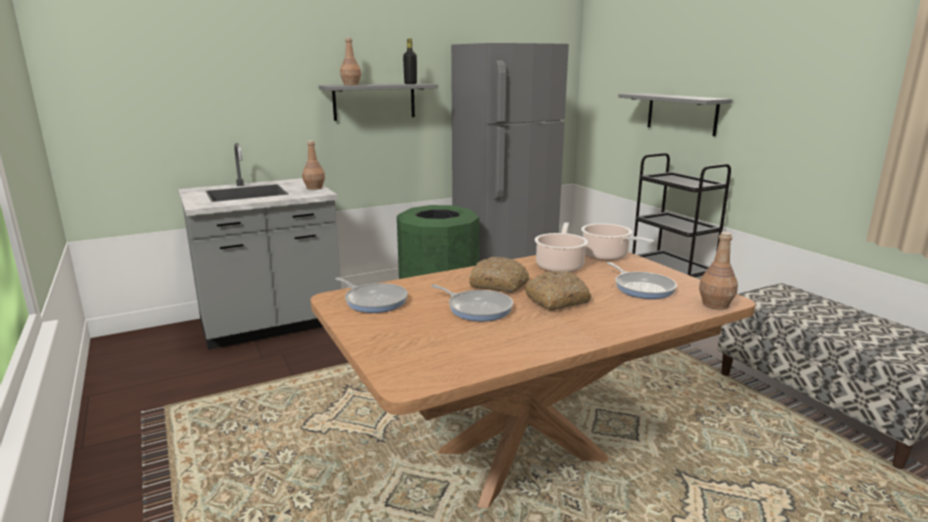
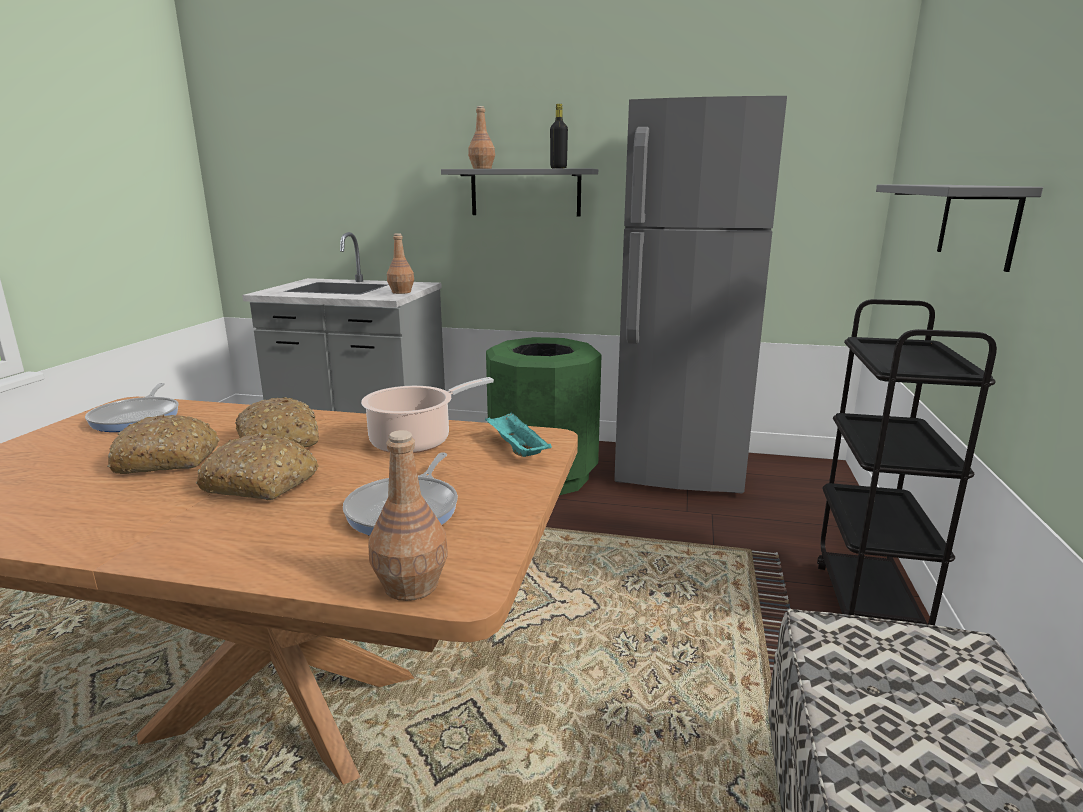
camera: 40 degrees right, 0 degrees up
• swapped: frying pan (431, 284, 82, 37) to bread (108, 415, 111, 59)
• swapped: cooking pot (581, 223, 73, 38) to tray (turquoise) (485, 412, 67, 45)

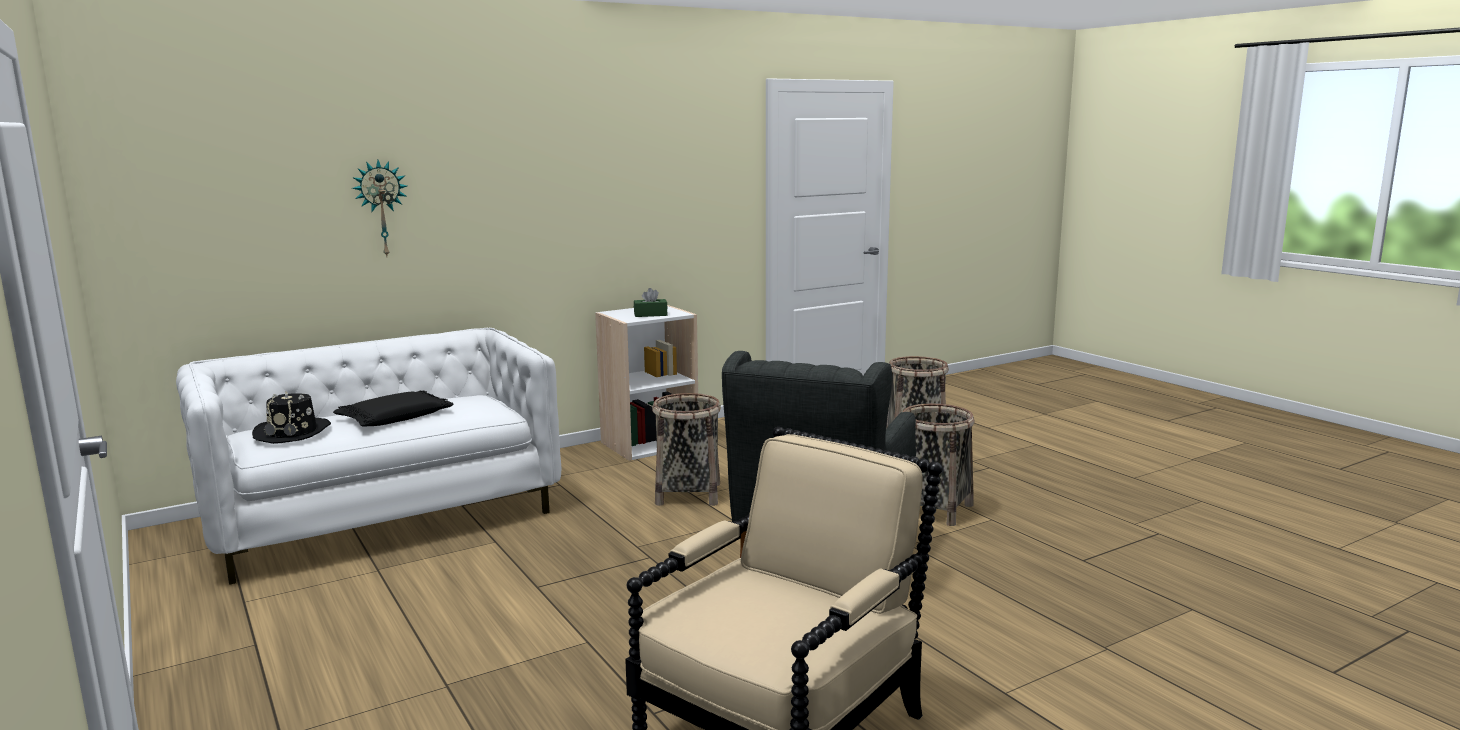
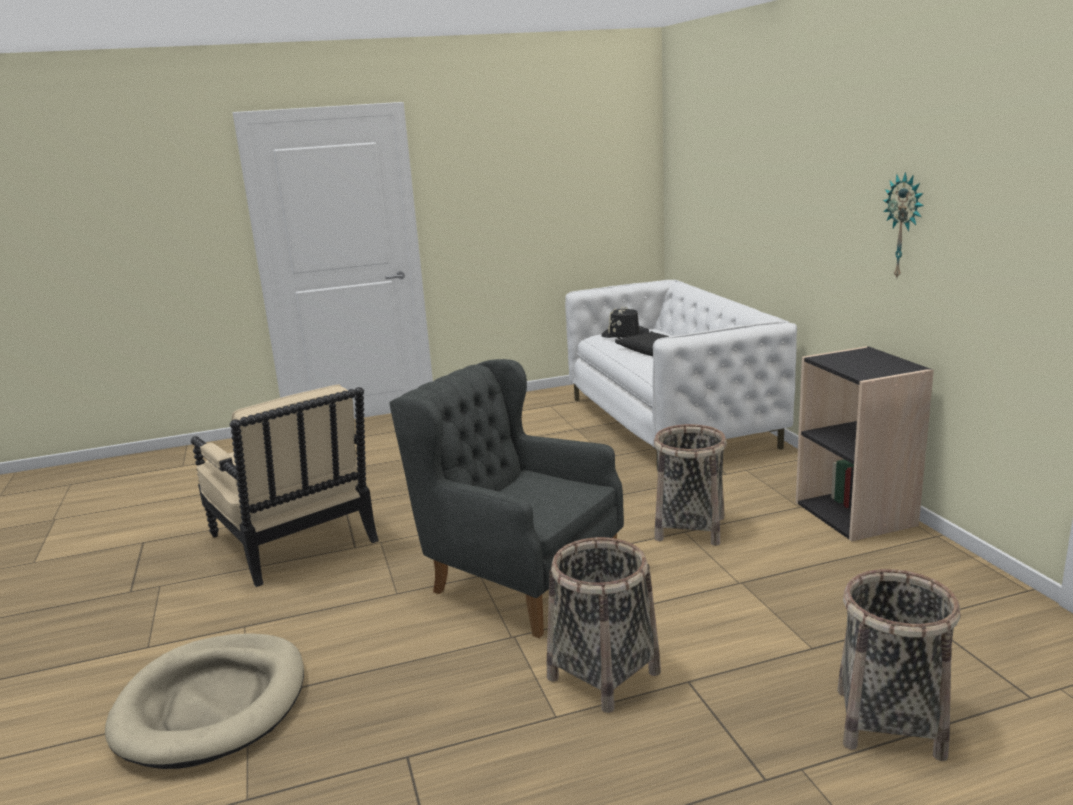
camera: 105 degrees right, 5 degrees up
• gone: tissue box (green) (634, 288, 34, 29)
• new: dog bed (beige) (105, 633, 199, 136)
• shifted: wall clock (352, 160, 55, 96) to (883, 172, 41, 108)
• repainted: bookcase (white) (595, 305, 103, 156) to bookcase (black) (796, 346, 138, 195)

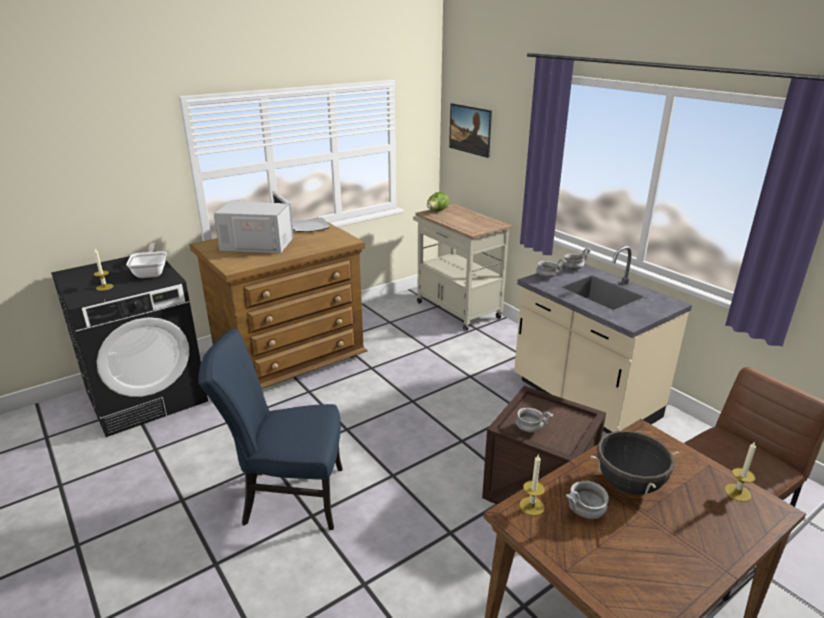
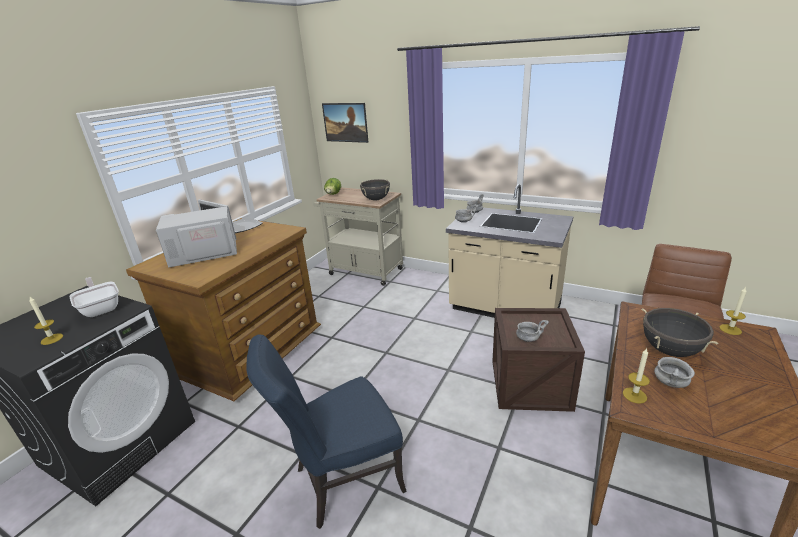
camera: 25 degrees left, 0 degrees up
• new: cooking pot (black) (360, 179, 30, 21)

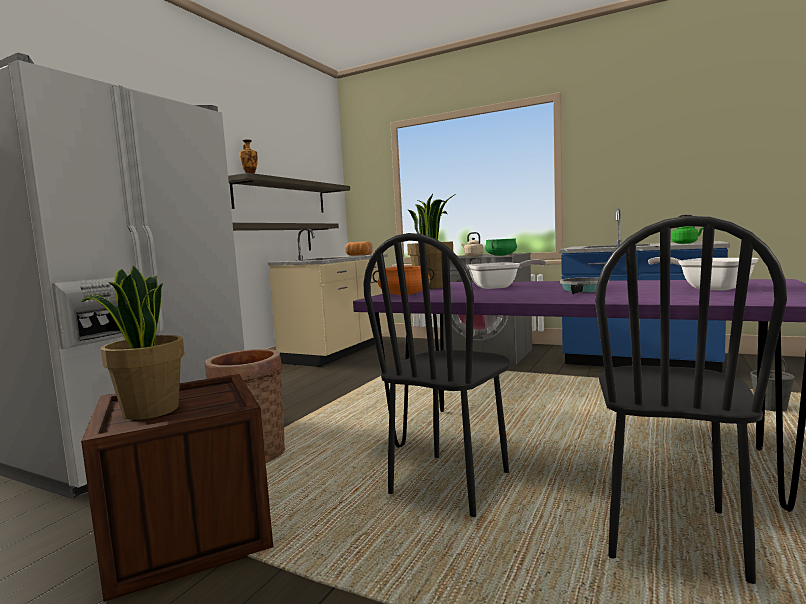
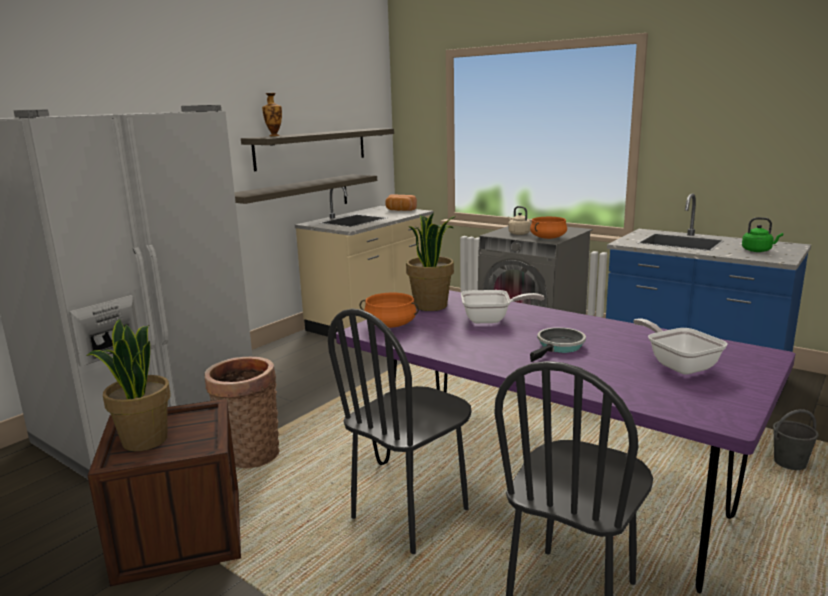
camera: 10 degrees right, 10 degrees up
• repainted: cooking pot (green) (485, 239, 32, 17) to cooking pot (orange) (530, 217, 37, 22)

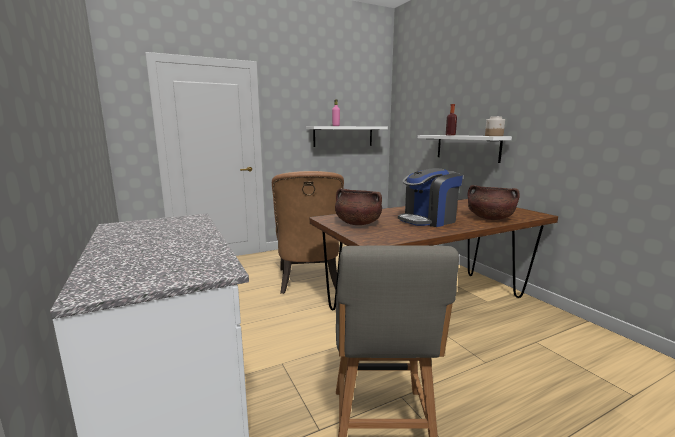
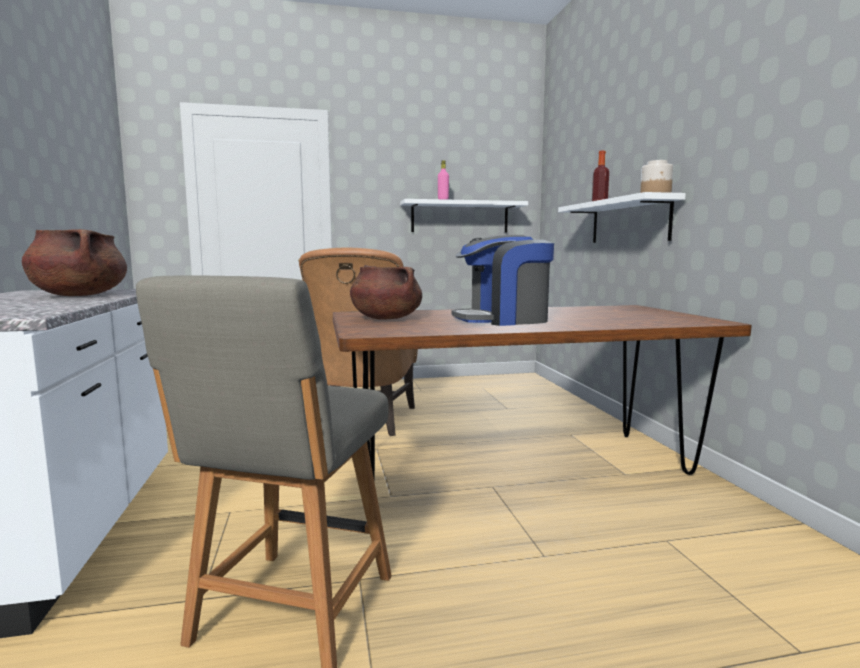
camera: 15 degrees right, 5 degrees down
• shifted: cooking pot (brown) (467, 185, 53, 35) to (22, 229, 105, 67)

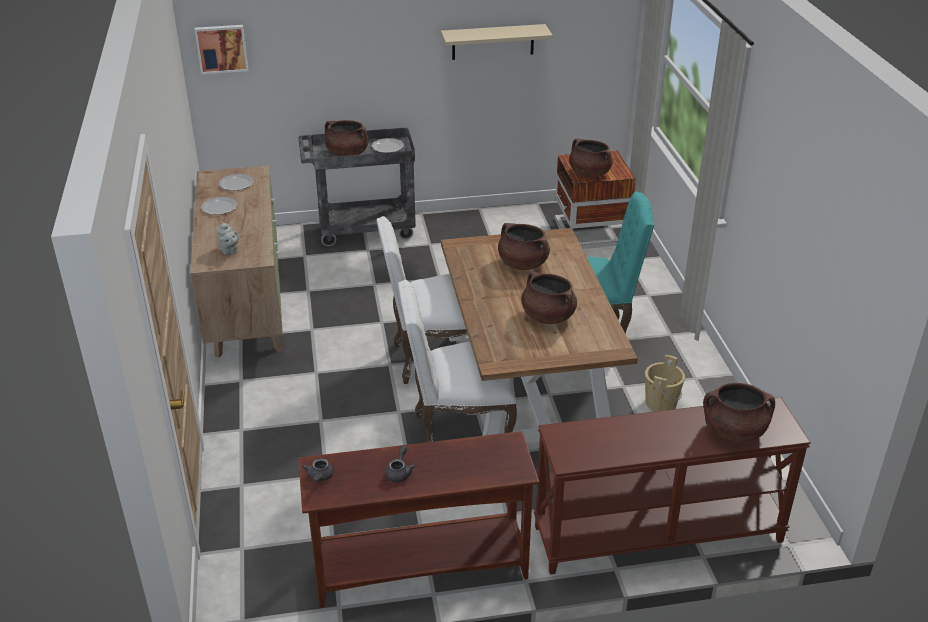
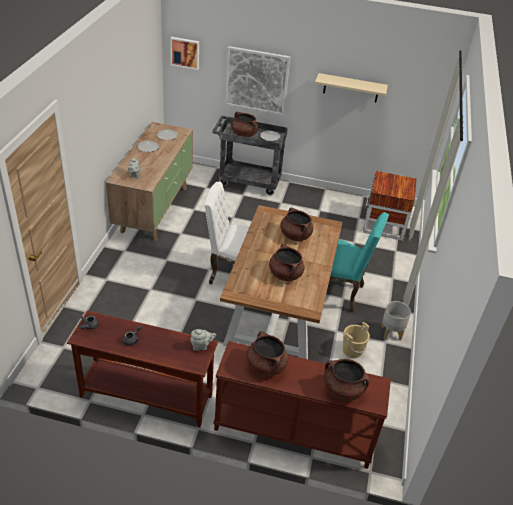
camera: 20 degrees right, 5 degrees up
• gone: chair (white) (398, 280, 119, 162)
• new: teapot (grey) (190, 329, 26, 22)
• new: picture (225, 46, 65, 70)
• new: planter (grey) (382, 301, 29, 39)
• shifted: cooking pot (brown) (569, 139, 44, 39) to (247, 331, 41, 45)

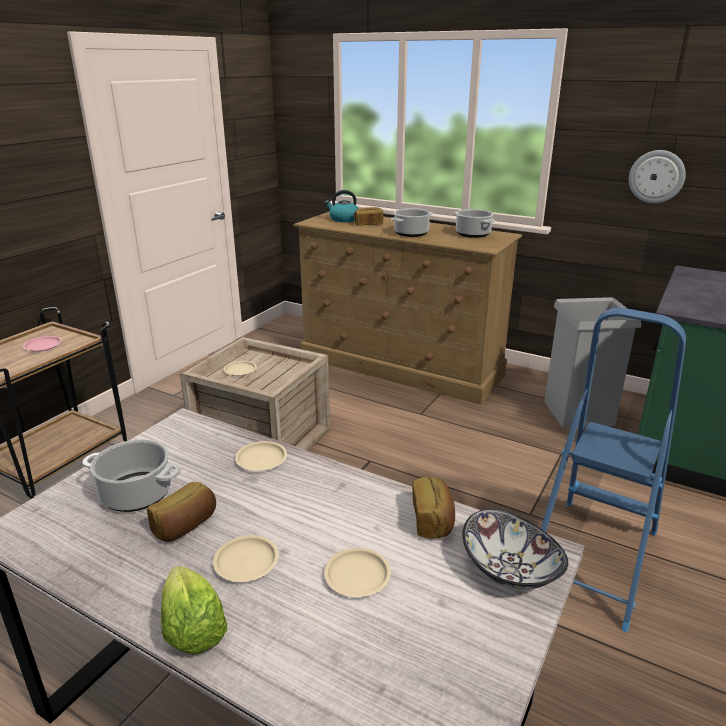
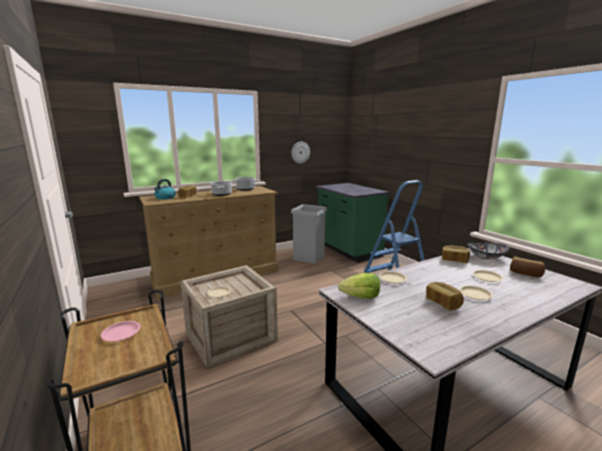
camera: 60 degrees left, 10 degrees down
• gone: cooking pot (82, 439, 99, 73)
• new: bread (510, 257, 35, 20)
• shifted: lettuce (161, 566, 67, 89) to (338, 273, 42, 25)

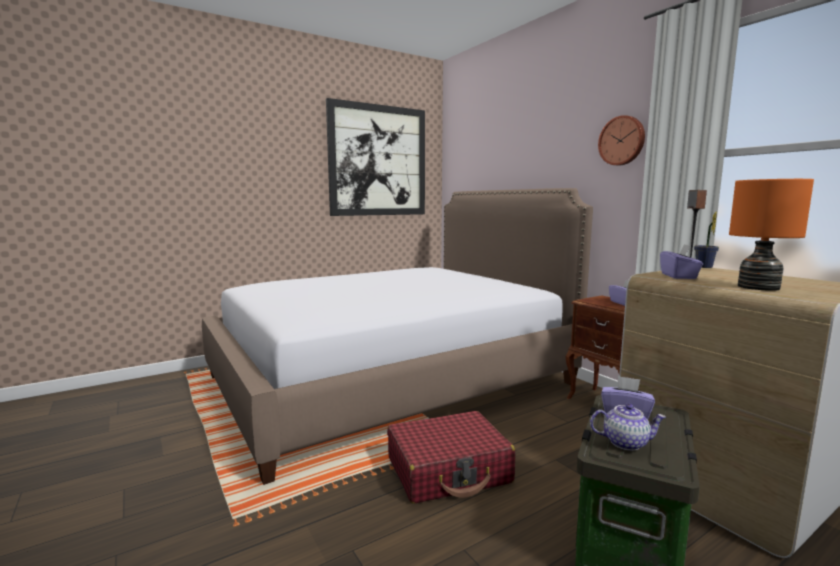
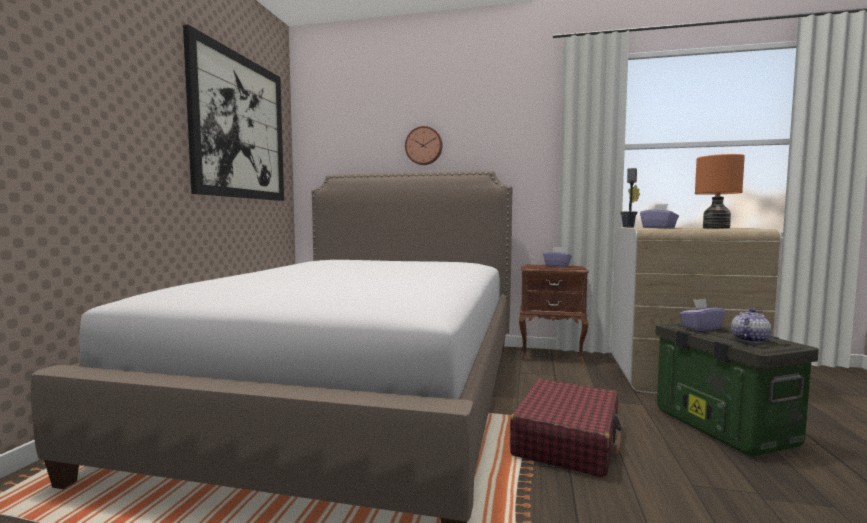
camera: 45 degrees left, 5 degrees down
• shifted: wall clock (598, 115, 47, 51) to (405, 126, 38, 39)

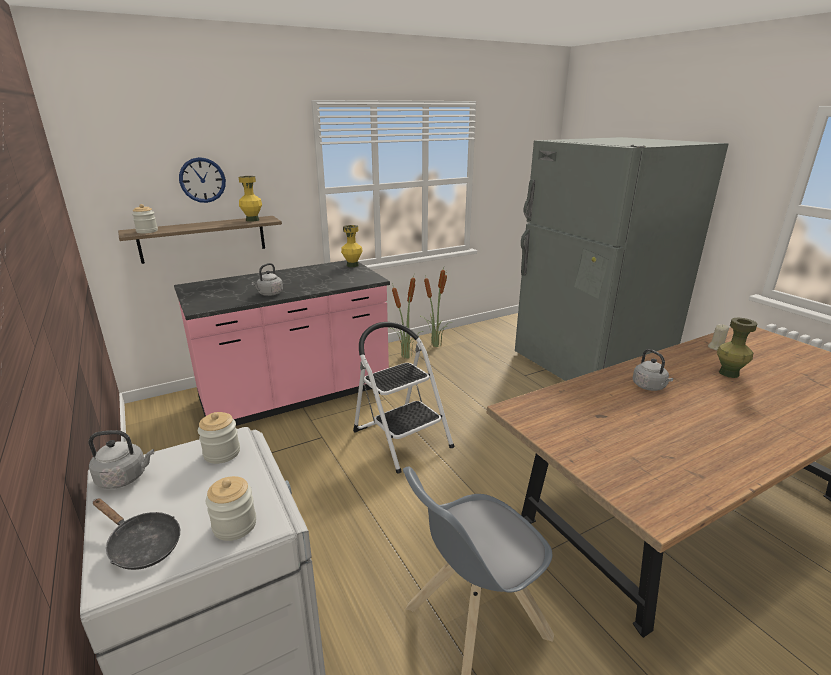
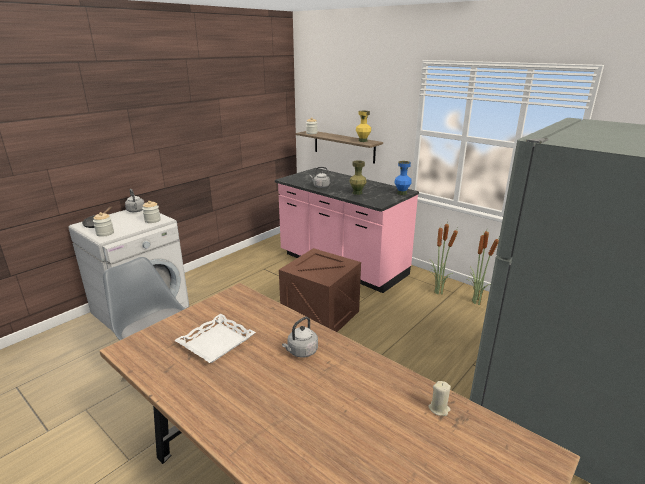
camera: 70 degrees right, 0 degrees up
• gone: wall clock (179, 157, 47, 46)
• new: tray (white) (174, 314, 82, 49)
• shifted: vase (green) (717, 317, 40, 61) to (349, 161, 18, 34)
• swapped: step ladder (353, 322, 101, 151) to crate (279, 248, 82, 84)
• repainted: vase (yellow) (341, 225, 22, 42) to vase (blue) (394, 161, 18, 34)

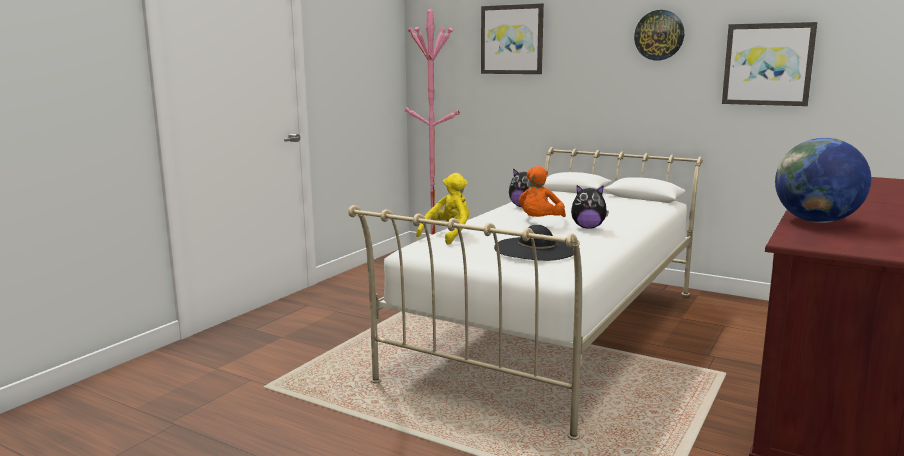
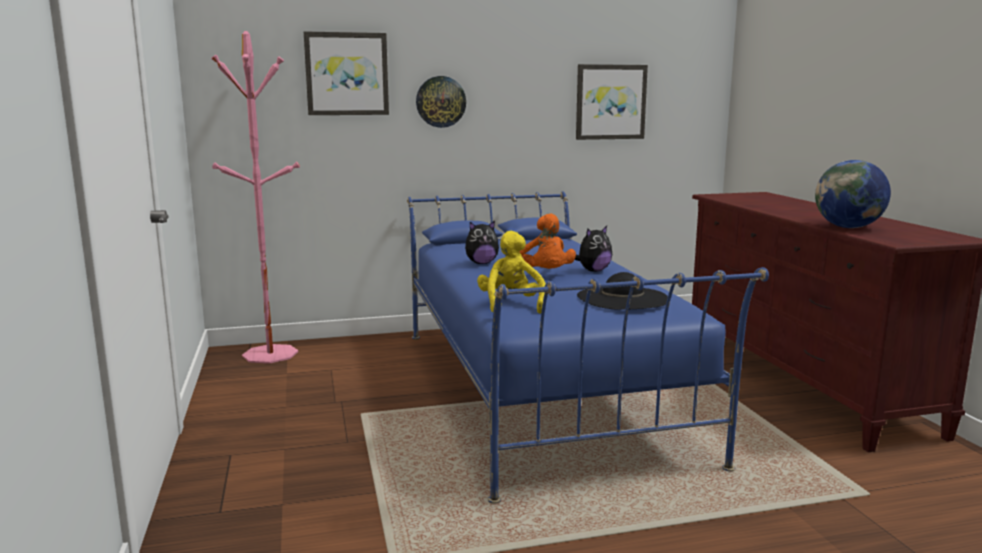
camera: 45 degrees left, 0 degrees up
• shifted: wall clock (634, 10, 50, 50) to (416, 76, 50, 52)
• repainted: bed (white) (348, 147, 355, 293) to bed (blue) (407, 191, 362, 313)

